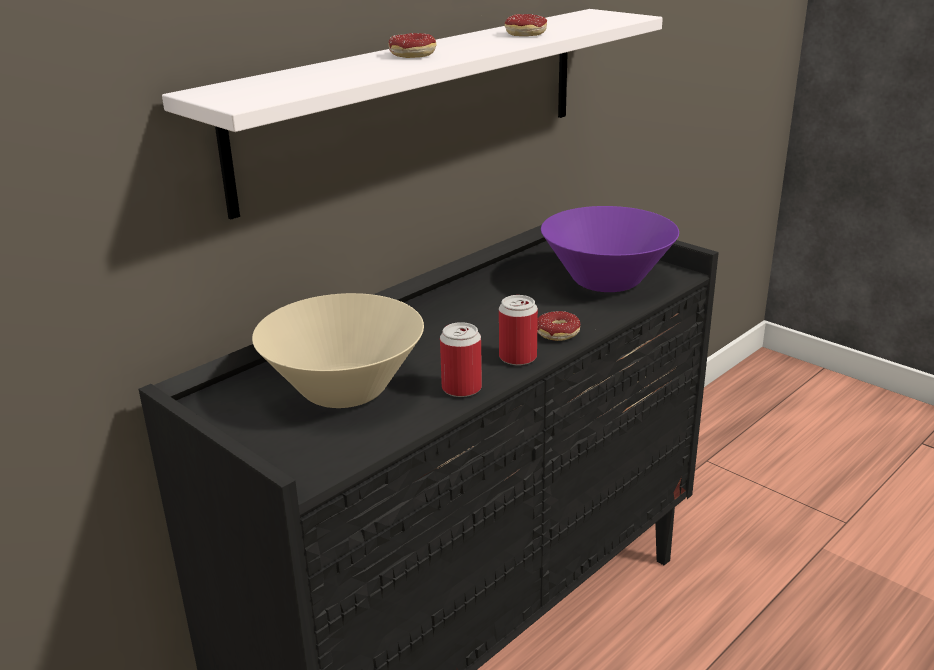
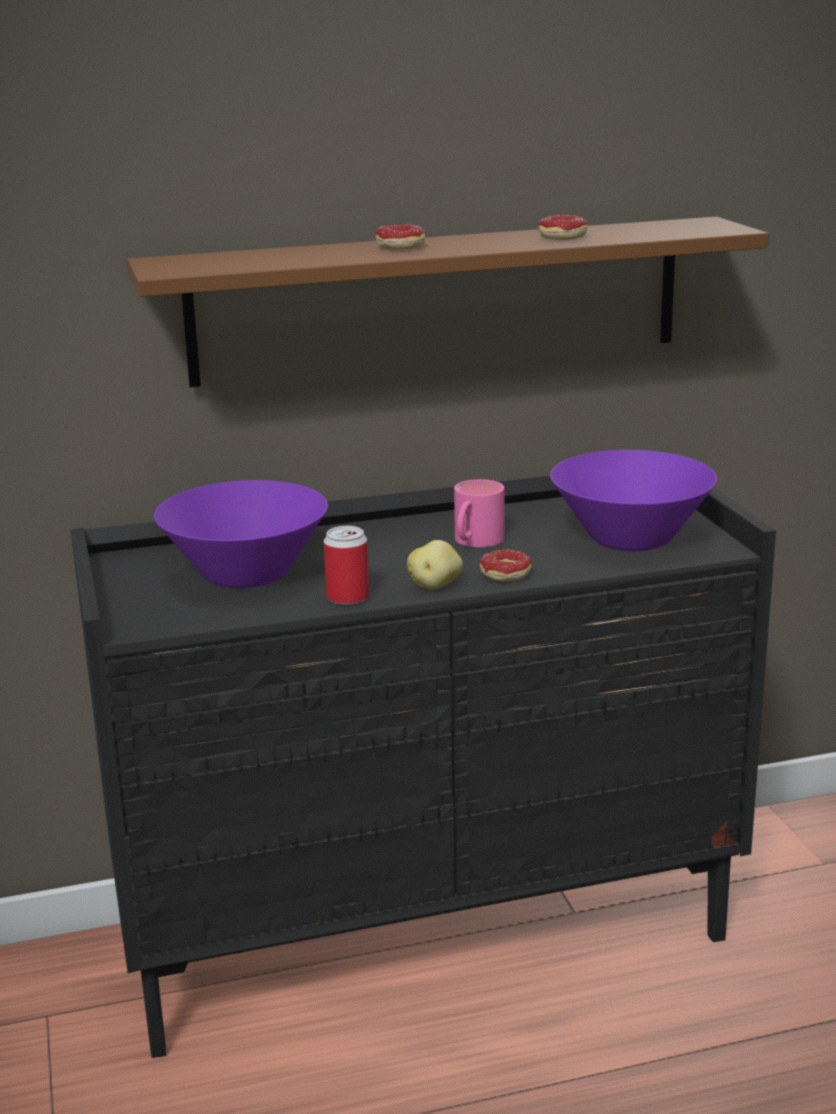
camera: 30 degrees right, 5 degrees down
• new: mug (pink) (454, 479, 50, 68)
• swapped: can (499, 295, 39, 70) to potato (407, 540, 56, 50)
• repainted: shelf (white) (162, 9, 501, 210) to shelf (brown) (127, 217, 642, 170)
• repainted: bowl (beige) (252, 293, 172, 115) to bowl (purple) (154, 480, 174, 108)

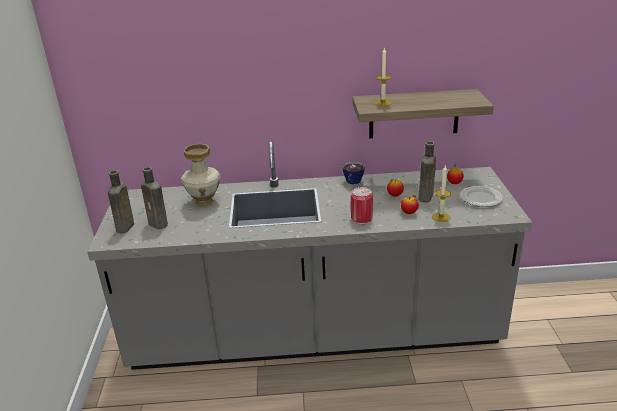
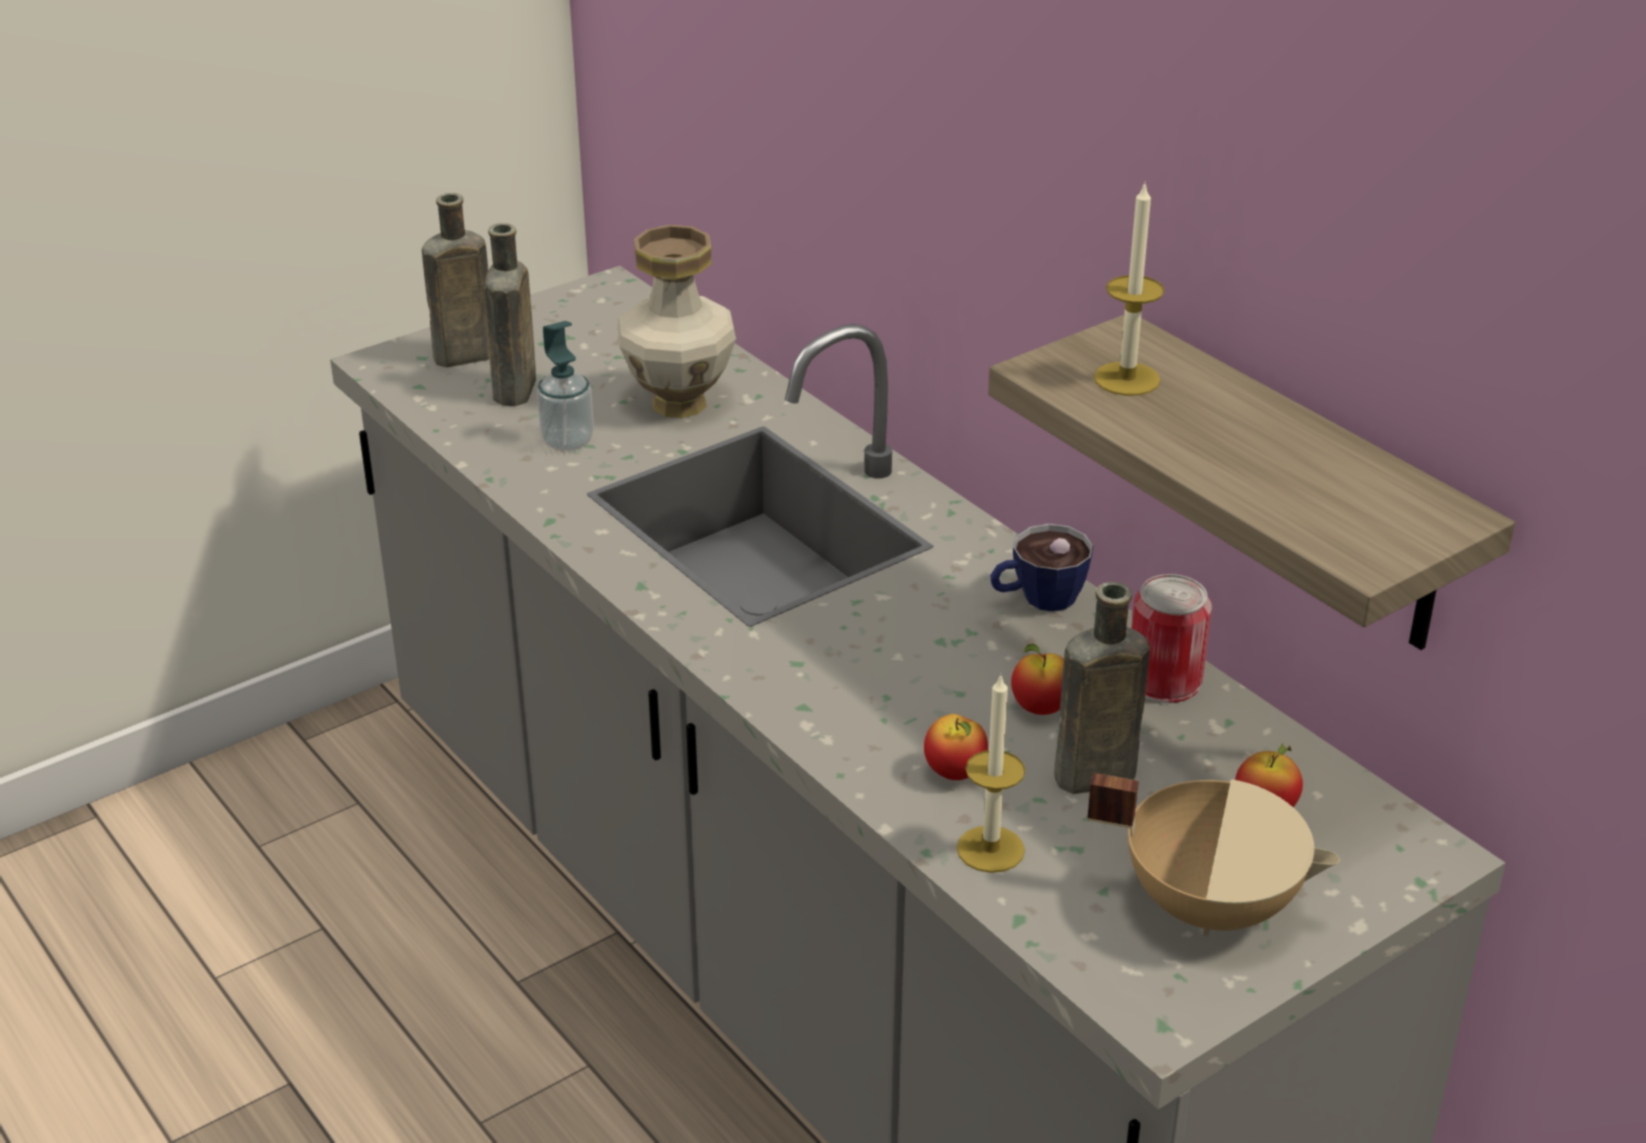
camera: 55 degrees right, 5 degrees up
• new: soap dispenser (537, 321, 57, 130)
• shifted: can (351, 187, 22, 37) to (1131, 574, 81, 129)
• swapped: plate (460, 186, 43, 21) to cooking pot (beige) (1087, 773, 253, 163)

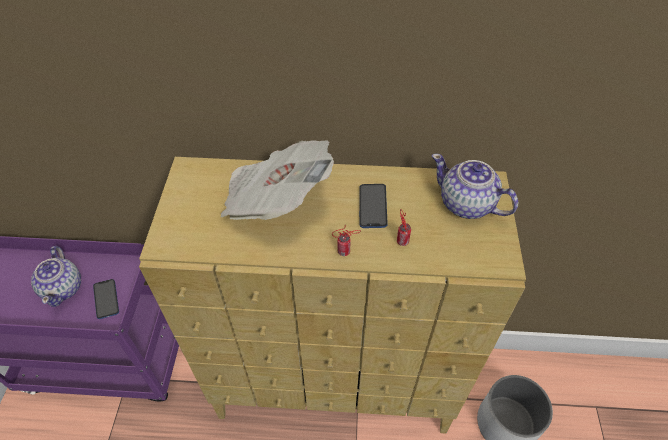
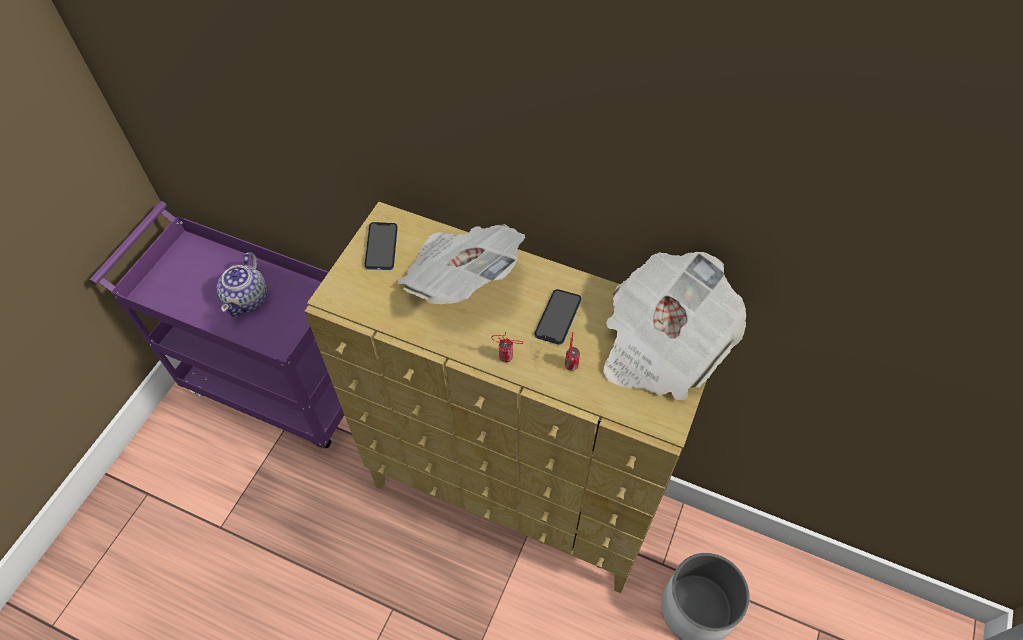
camera: 20 degrees right, 5 degrees up
• shifted: phone (93, 279, 26, 40) to (364, 222, 34, 48)
• swapped: teapot (432, 154, 86, 65) to newspaper (603, 252, 143, 148)

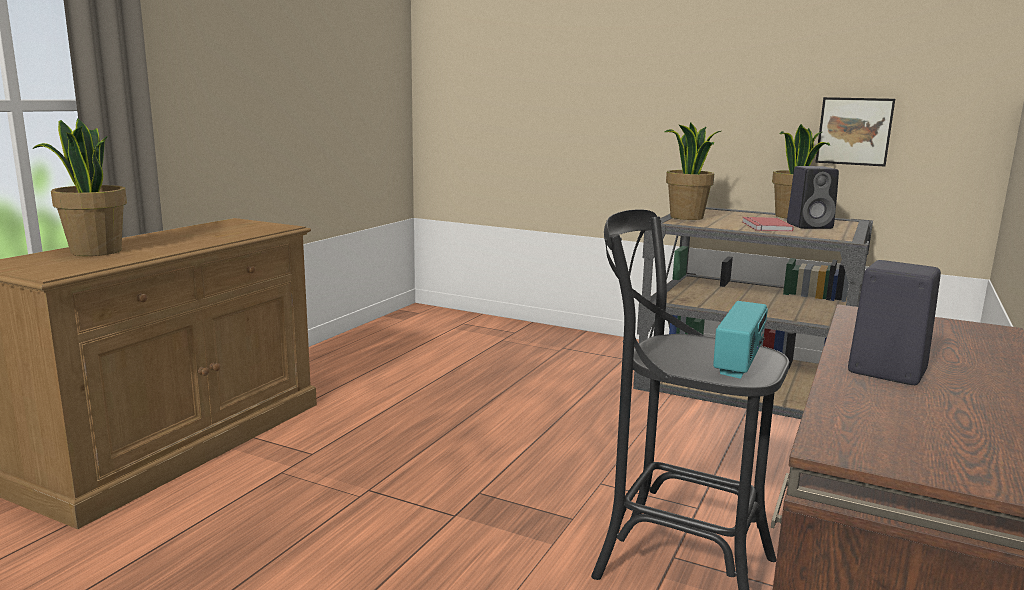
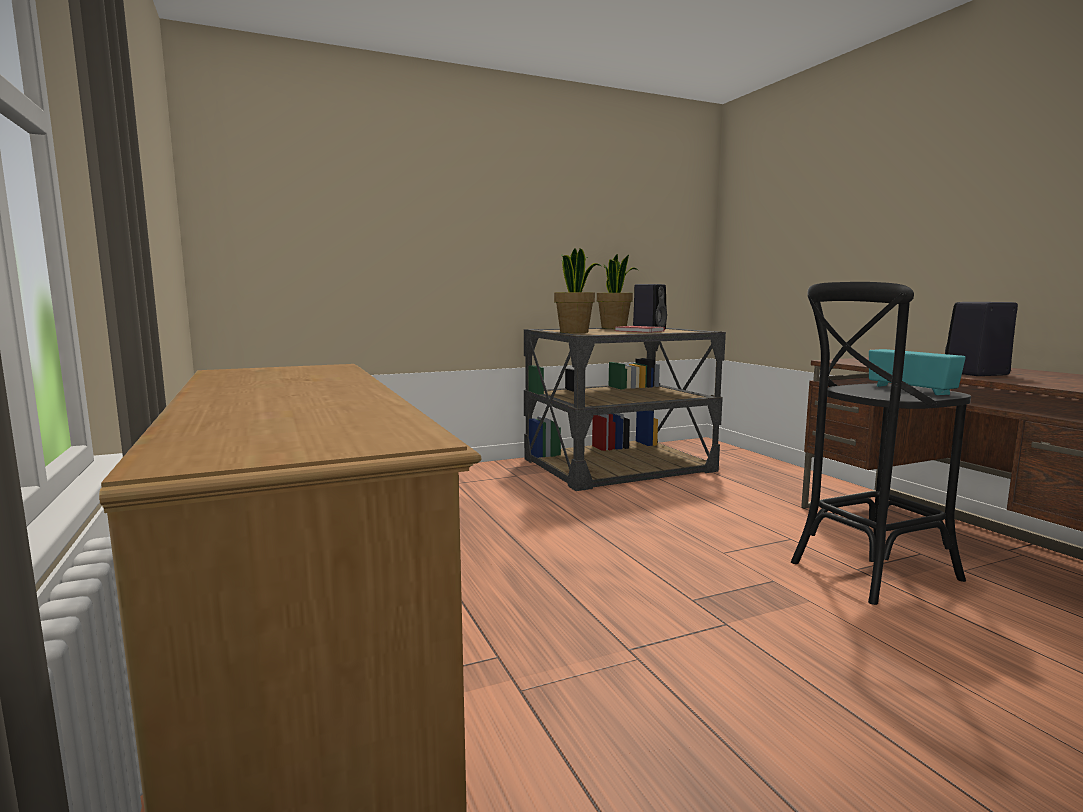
camera: 50 degrees left, 5 degrees down
• gone: potted plant (32, 118, 95, 138)
• gone: picture (815, 97, 80, 69)

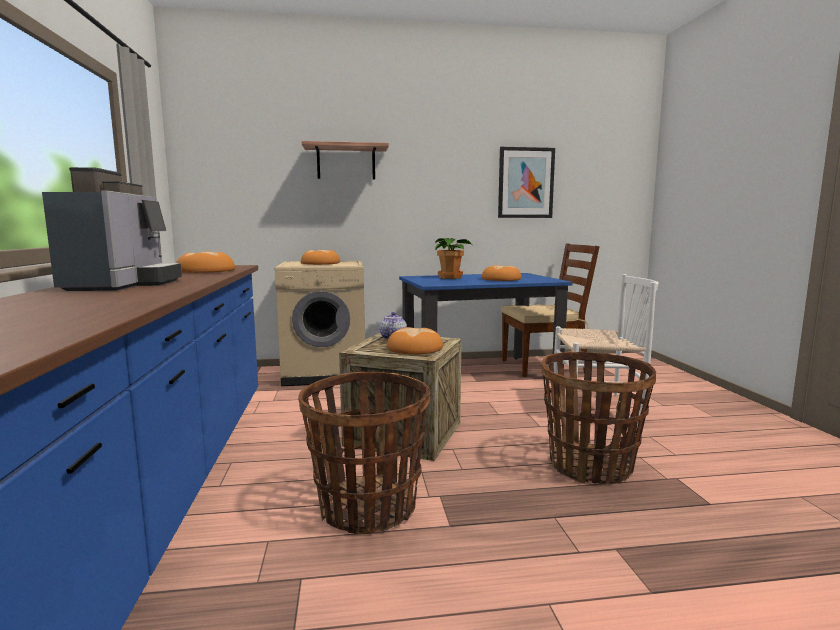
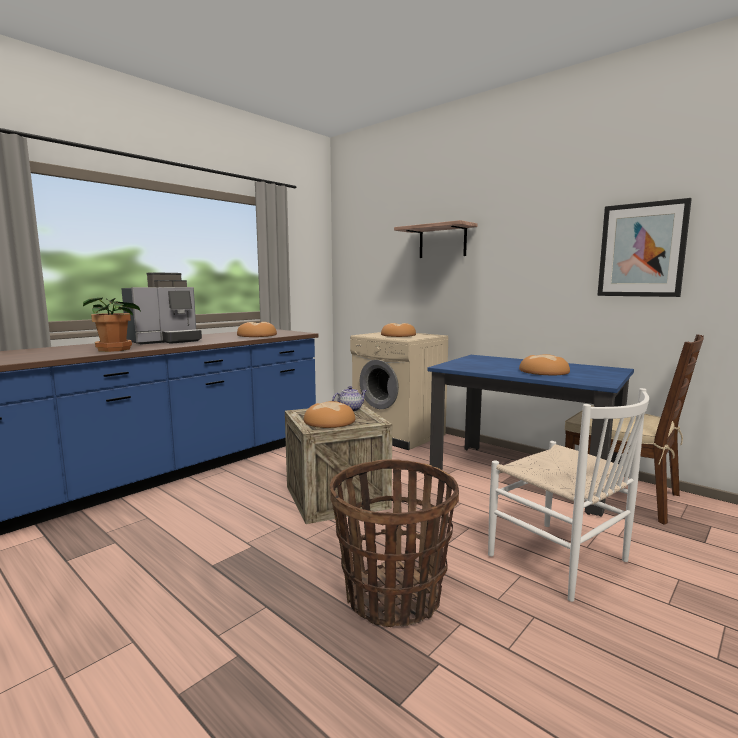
camera: 50 degrees right, 0 degrees up
• gone: basket (298, 372, 132, 162)
• shifted: potted plant (435, 238, 37, 41) to (83, 298, 58, 54)

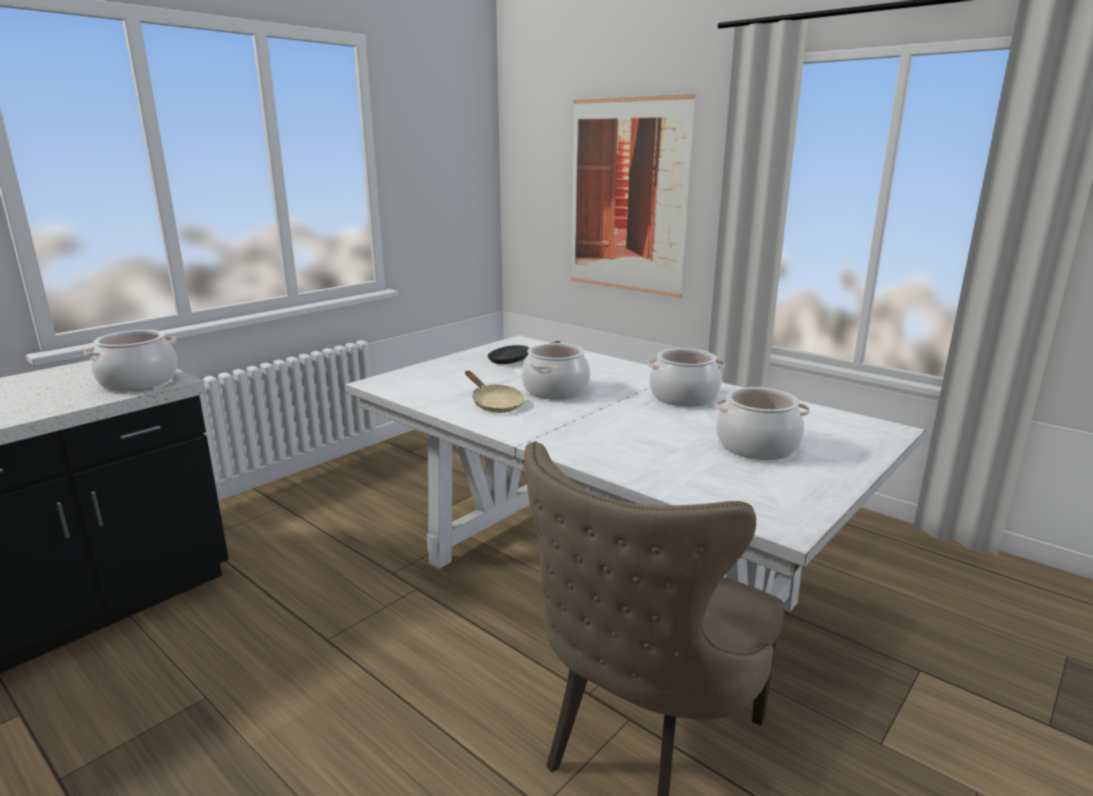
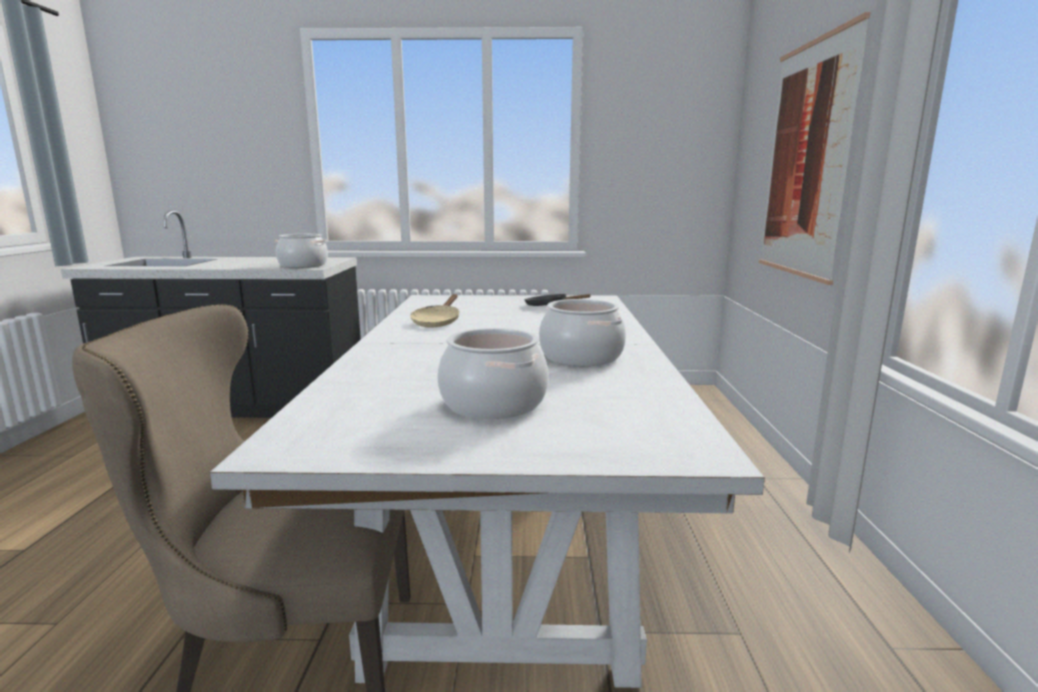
camera: 50 degrees right, 5 degrees down
• gone: cooking pot (522, 343, 68, 57)

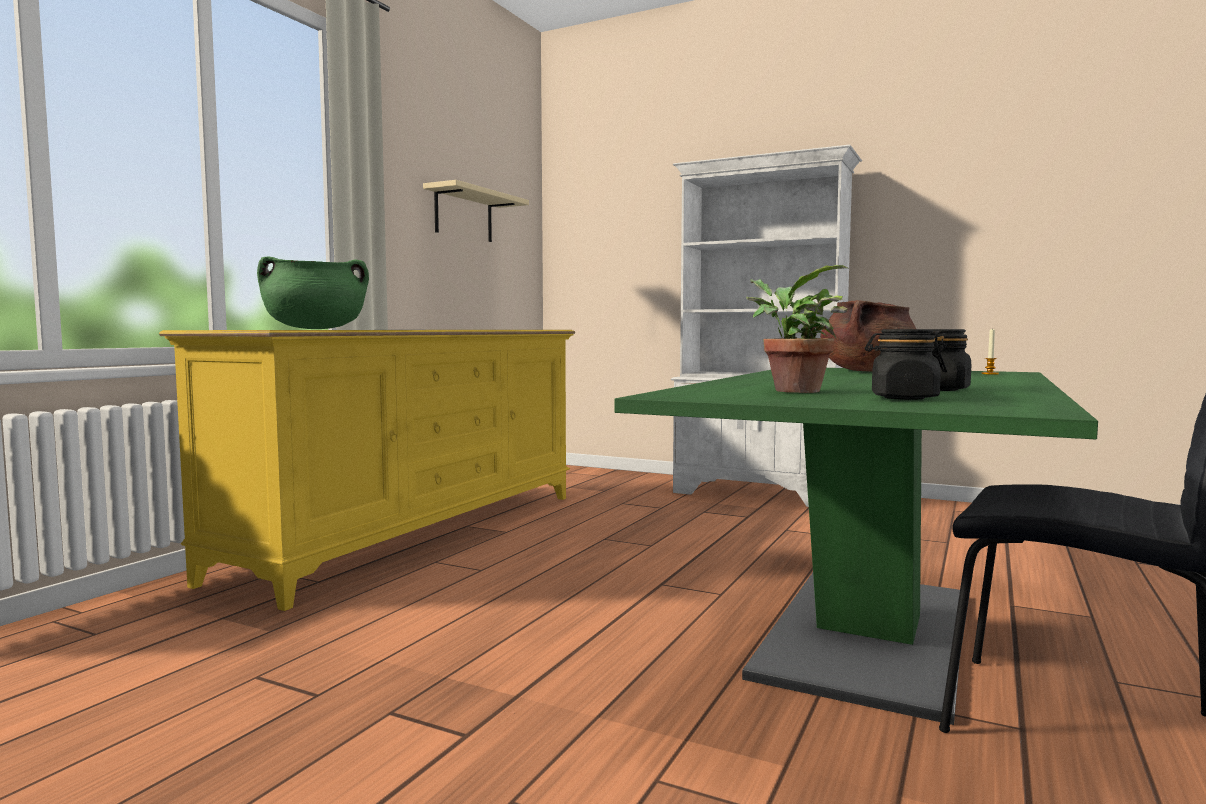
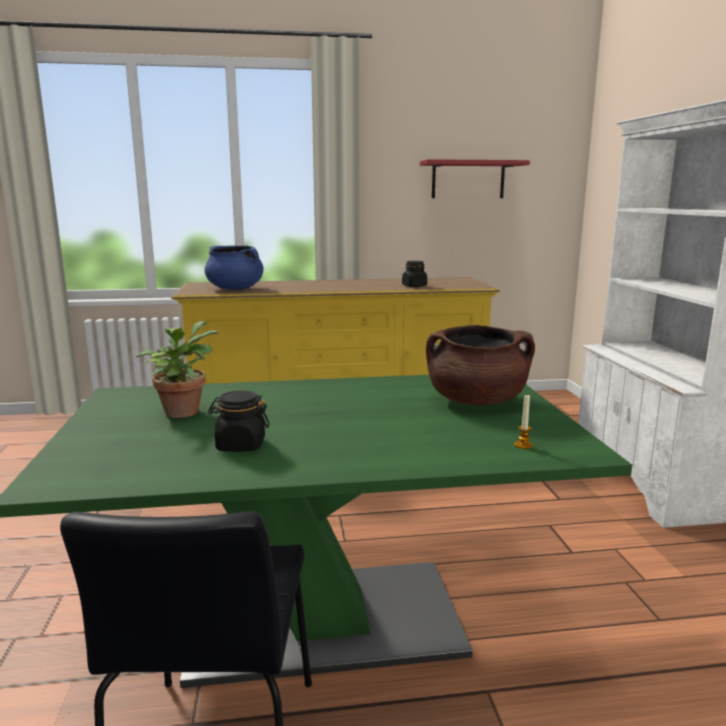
camera: 55 degrees right, 10 degrees up
• shifted: jar (black) (865, 329, 82, 71) to (402, 261, 25, 26)
• repainted: cooking pot (green) (257, 256, 112, 73) to cooking pot (blue) (205, 245, 59, 45)
• repainted: shelf (beige) (423, 180, 106, 62) to shelf (red) (420, 159, 110, 39)

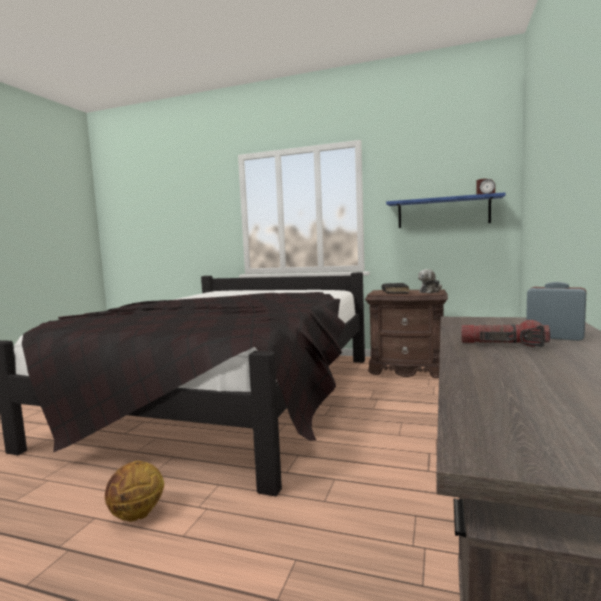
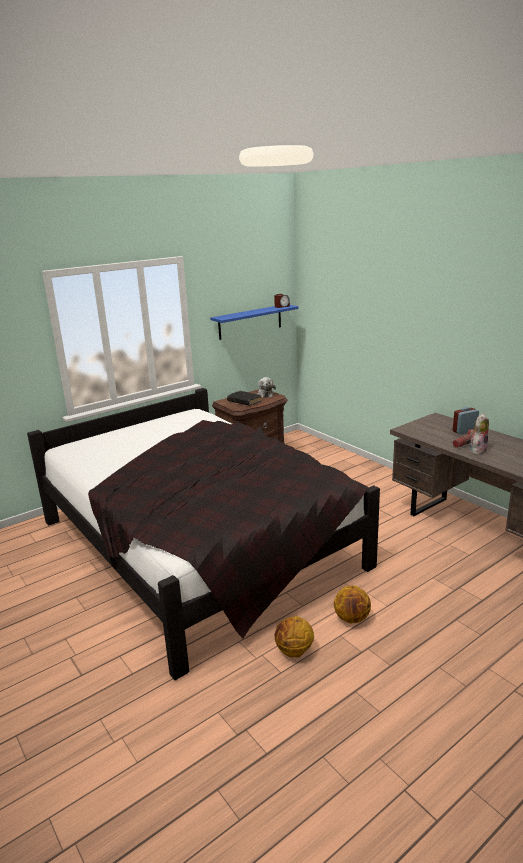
camera: 55 degrees left, 15 degrees up
• new: basketball (275, 616, 39, 42)
• new: plush toy (470, 413, 19, 42)

